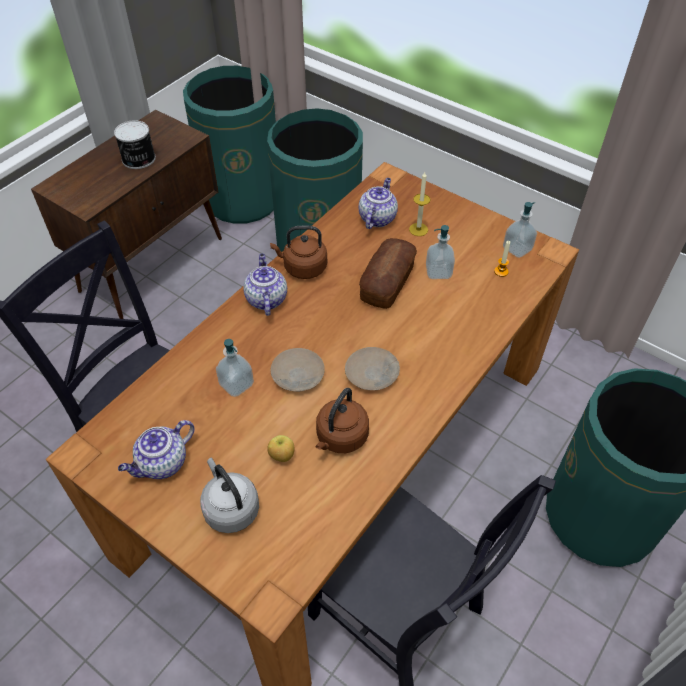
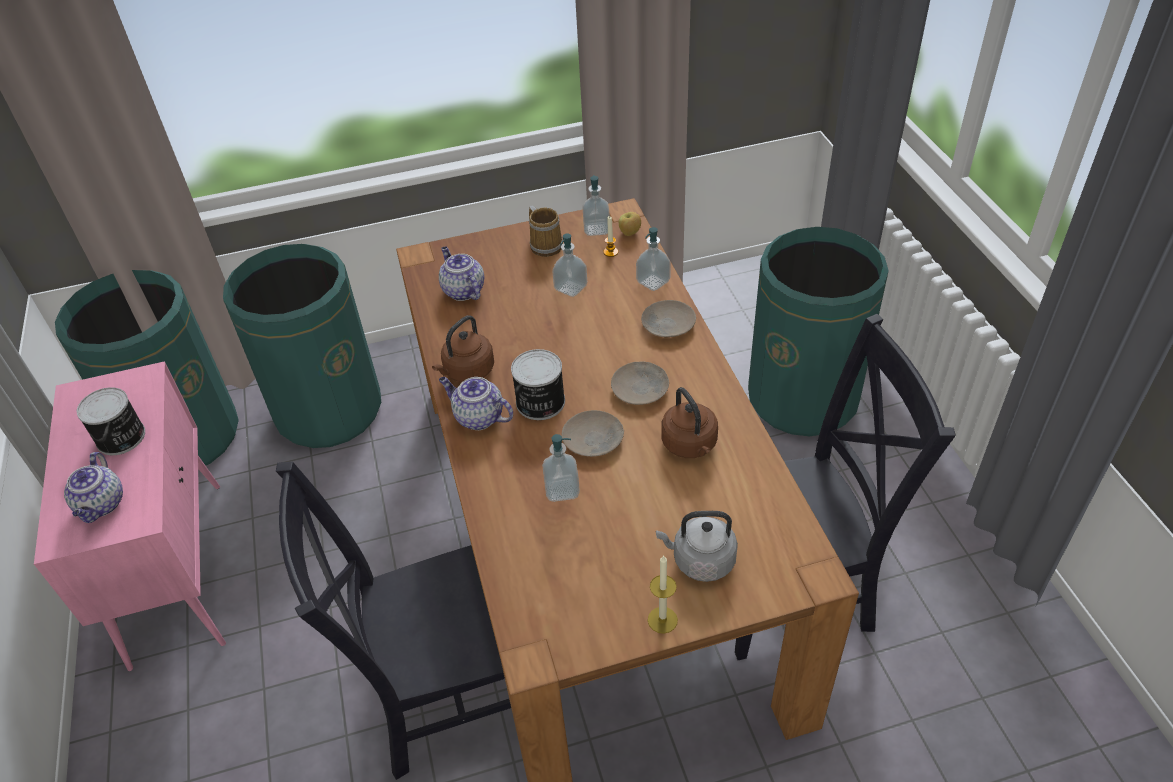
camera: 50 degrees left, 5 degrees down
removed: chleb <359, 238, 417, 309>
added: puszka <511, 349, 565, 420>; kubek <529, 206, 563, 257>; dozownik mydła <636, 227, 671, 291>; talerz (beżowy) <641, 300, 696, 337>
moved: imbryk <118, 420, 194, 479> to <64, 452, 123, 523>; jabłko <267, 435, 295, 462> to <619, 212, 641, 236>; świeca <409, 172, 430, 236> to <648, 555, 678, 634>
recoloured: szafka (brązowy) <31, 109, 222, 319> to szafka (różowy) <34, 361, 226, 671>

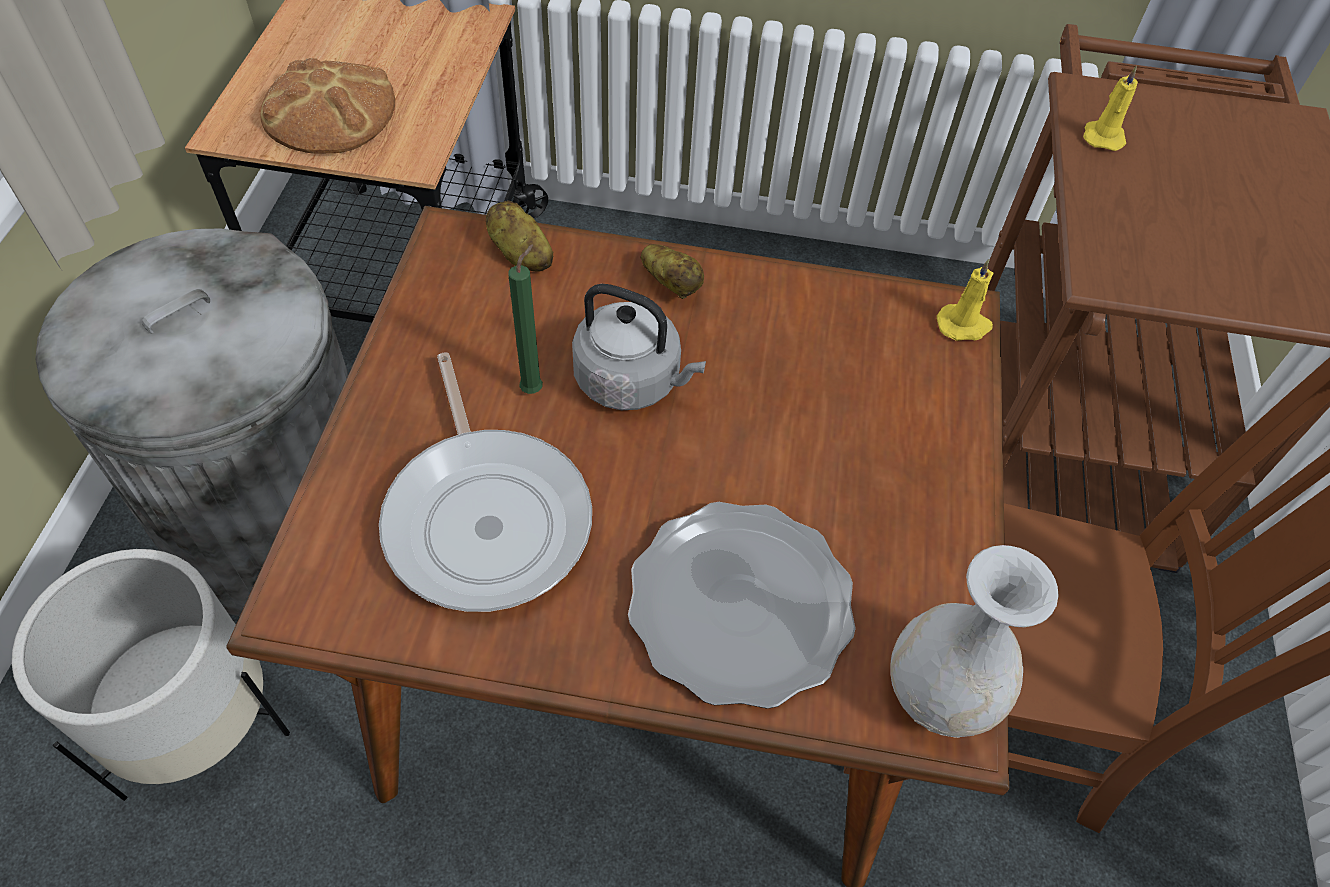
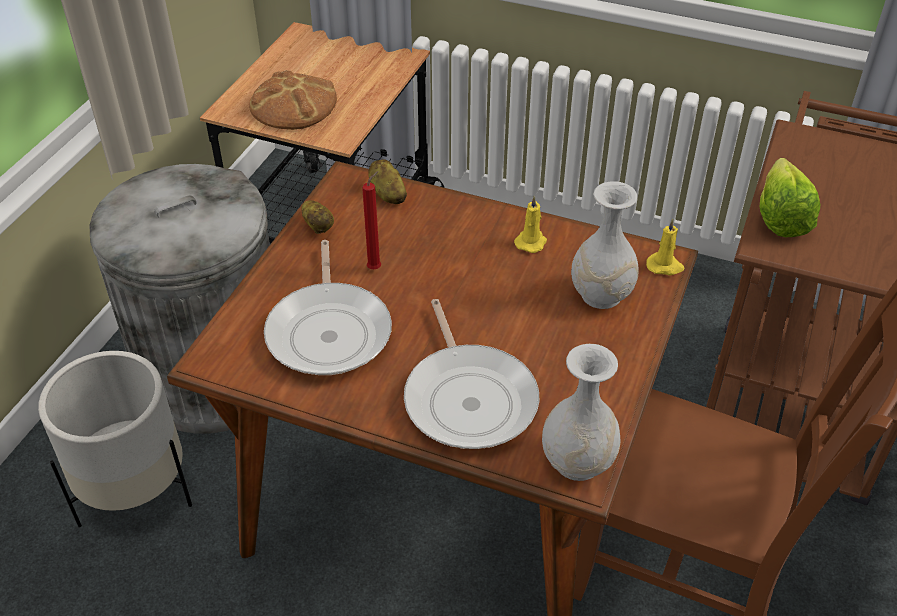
camera: 15 degrees right, 10 degrees down
removed: czajnik (szary) <572, 284, 706, 410>
added: wazon (biały) <571, 181, 639, 309>; sałata <759, 158, 820, 237>
moved: ziemniak <640, 244, 704, 299> to <301, 200, 334, 234>; świeca (żółty) <1083, 66, 1138, 151> to <514, 195, 547, 253>
replaced: talerz <628, 502, 856, 709> to patelnia <404, 299, 540, 449>
recoloured: świeca (zielony) <508, 244, 543, 394> to świeca (czerwony) <362, 171, 381, 269>

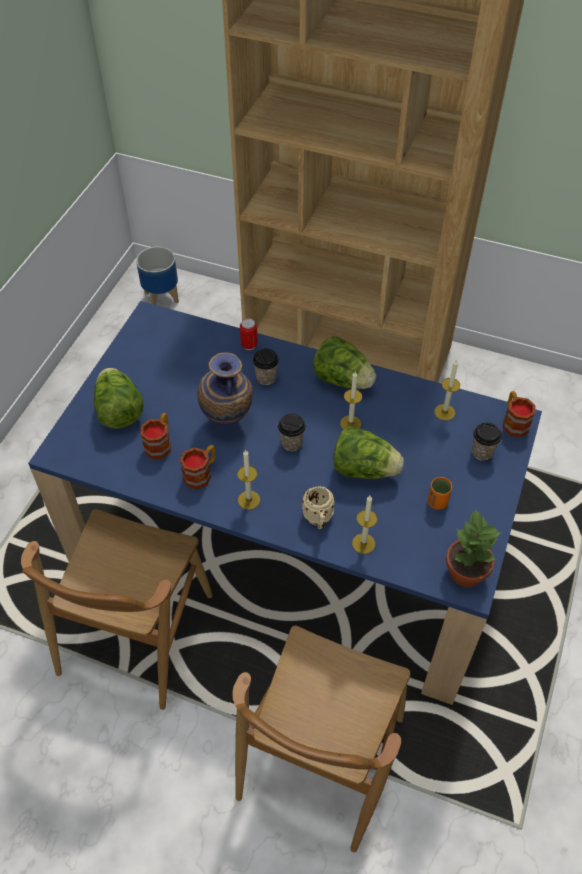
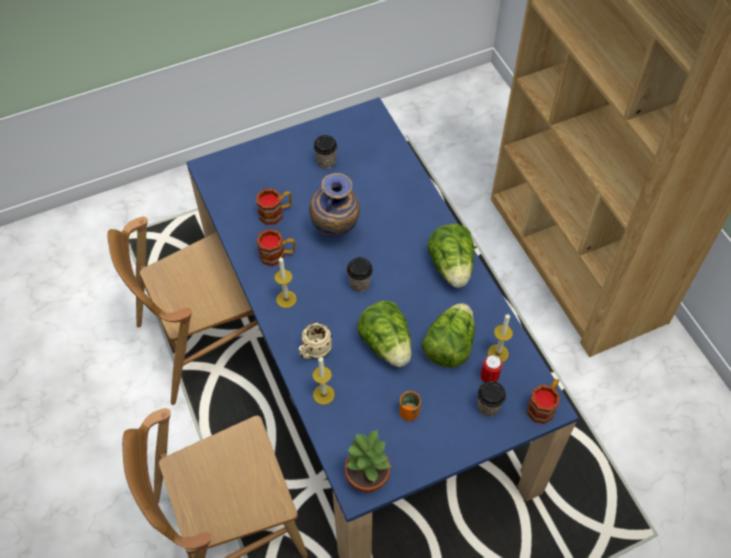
camera: 45 degrees right, 5 degrees up
removed: donica <136, 247, 179, 305>; świeca <340, 372, 362, 430>
moved: sałata <93, 368, 143, 429> to <421, 303, 475, 368>; puszka <240, 318, 258, 350> to <481, 355, 502, 382>; filiżanka <253, 348, 279, 385> to <313, 135, 338, 169>

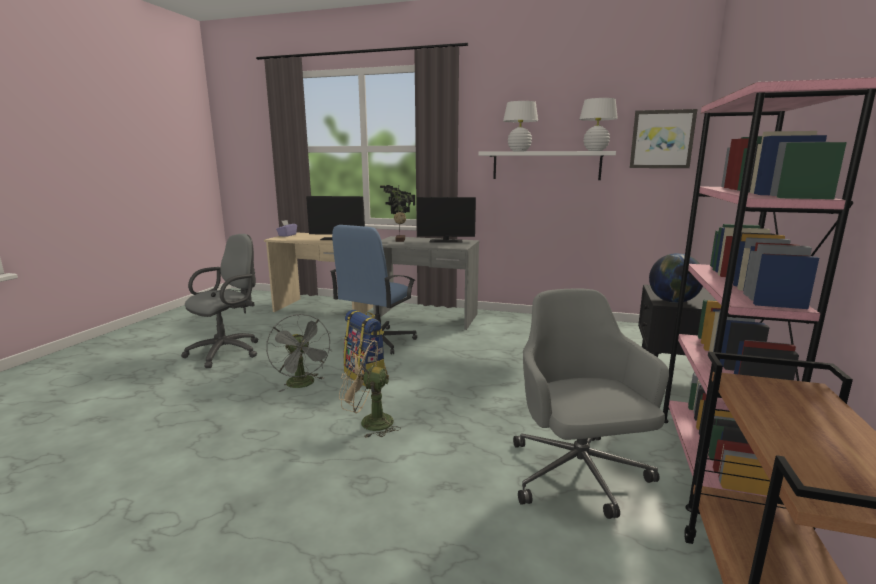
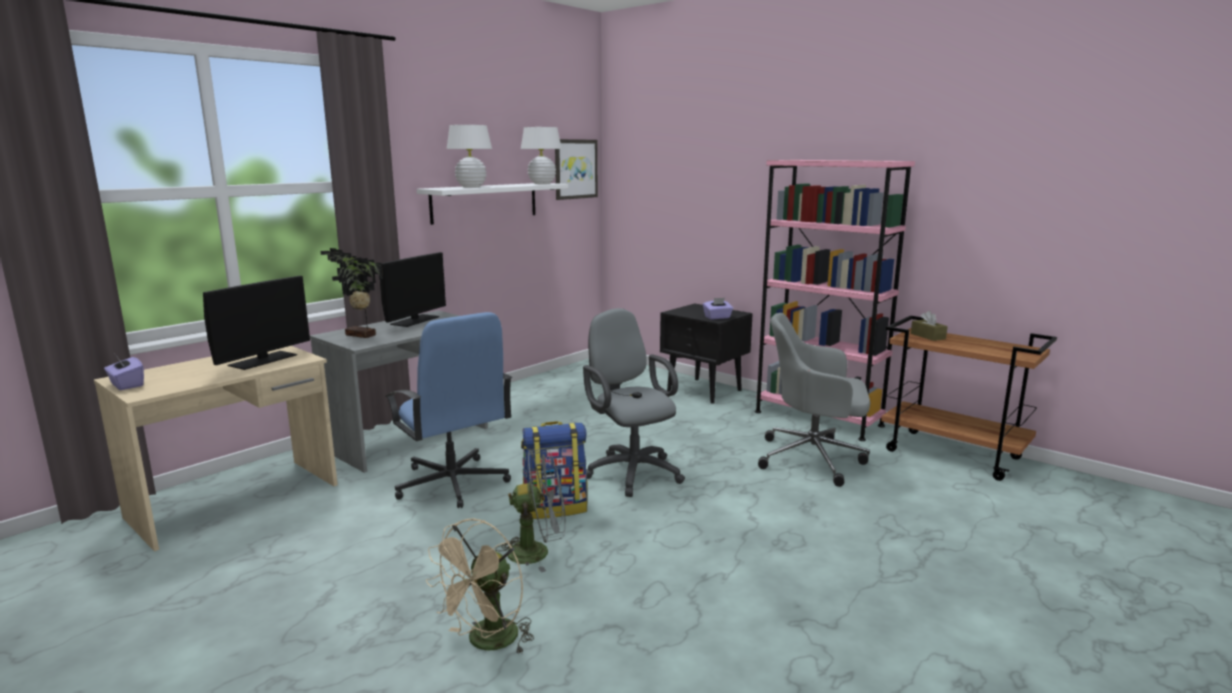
camera: 65 degrees left, 0 degrees up
added: pudełko chusteczek (brązowy) <911, 311, 948, 341>
moved: krzesło biurowe (szary) <181, 234, 259, 368> to <583, 308, 685, 497>; wentylator (beżowy) <339, 339, 401, 438> to <426, 518, 534, 654>
replaced: globus <649, 253, 703, 303> to pudełko chusteczek (fioletowy) <703, 298, 733, 319>

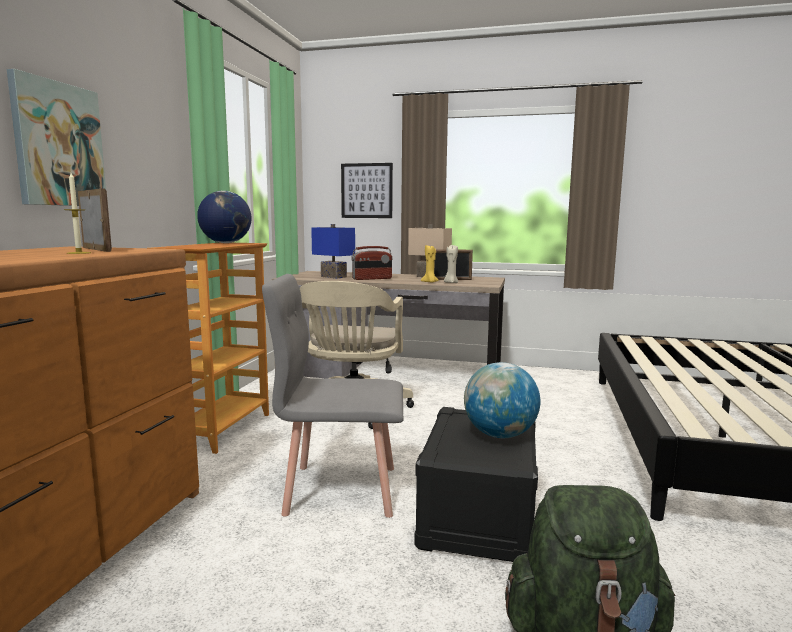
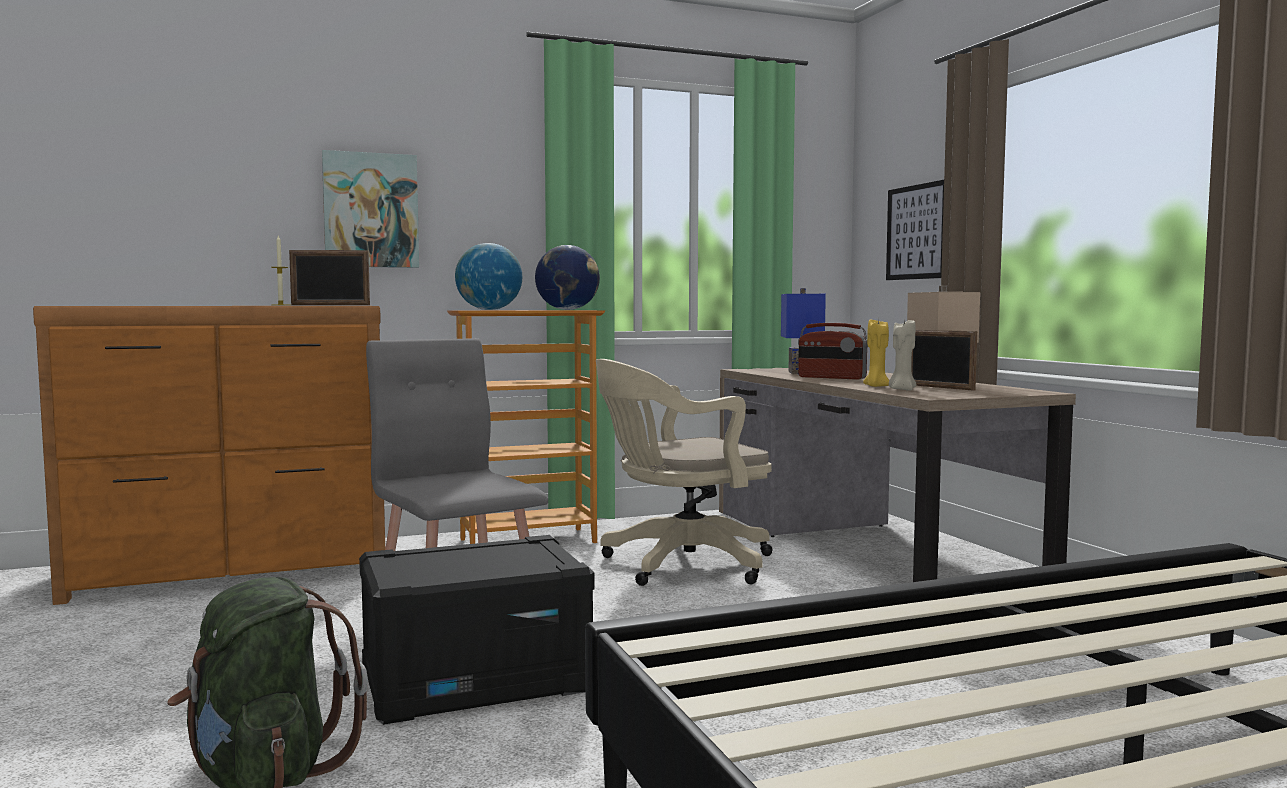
camera: 55 degrees right, 5 degrees down
moved: globus <464, 362, 540, 438> to <455, 243, 522, 310>
turned: ramka na zdjęcie <78, 188, 112, 252> = <289, 250, 370, 305> 75 degrees clockwise

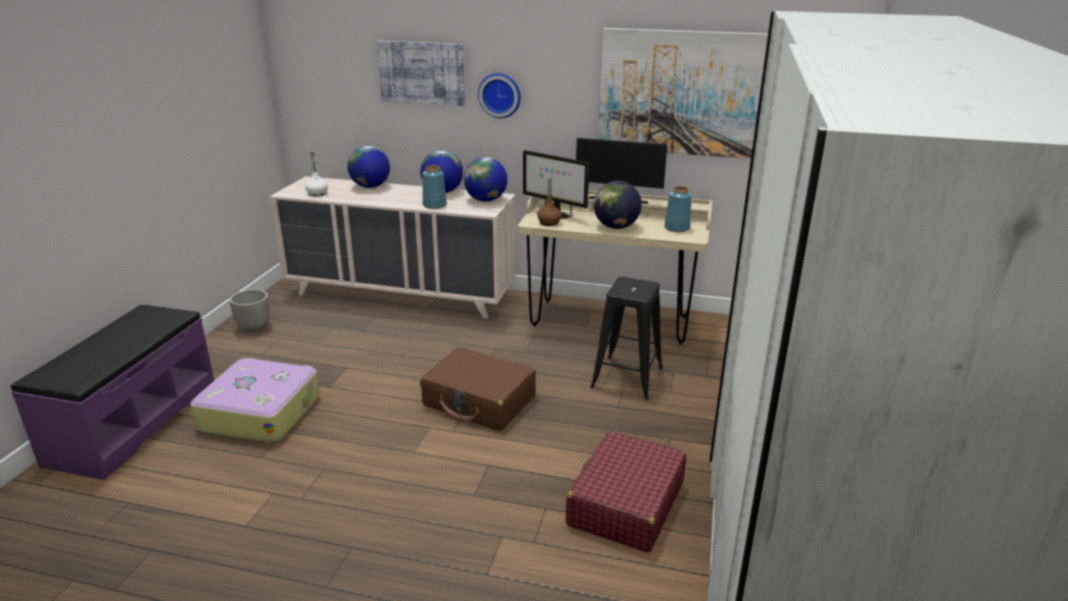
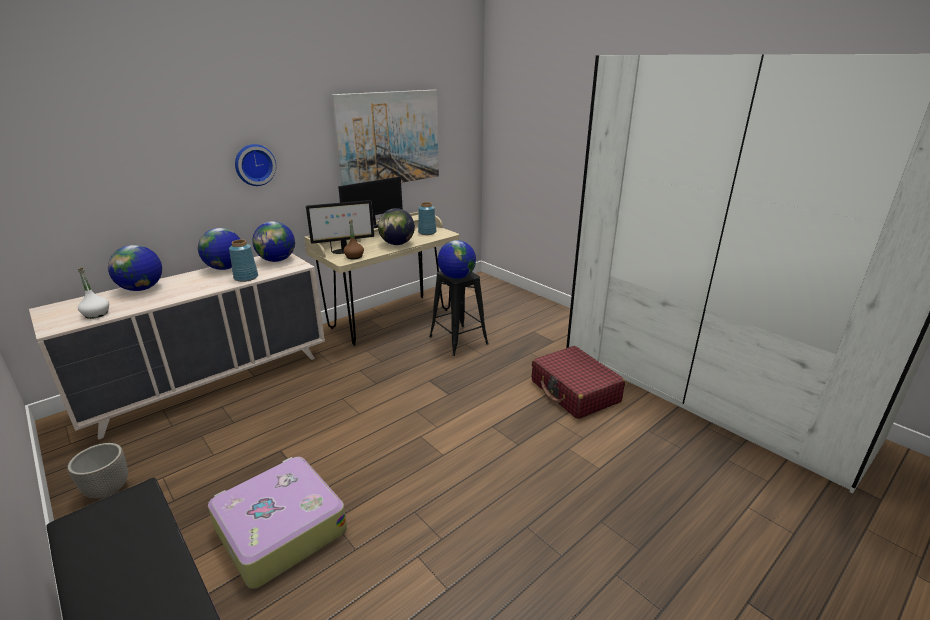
camera: 55 degrees left, 0 degrees up
removed: obraz <377, 41, 465, 106>; walizka (brązowy) <420, 347, 536, 431>
added: globus <437, 240, 476, 279>

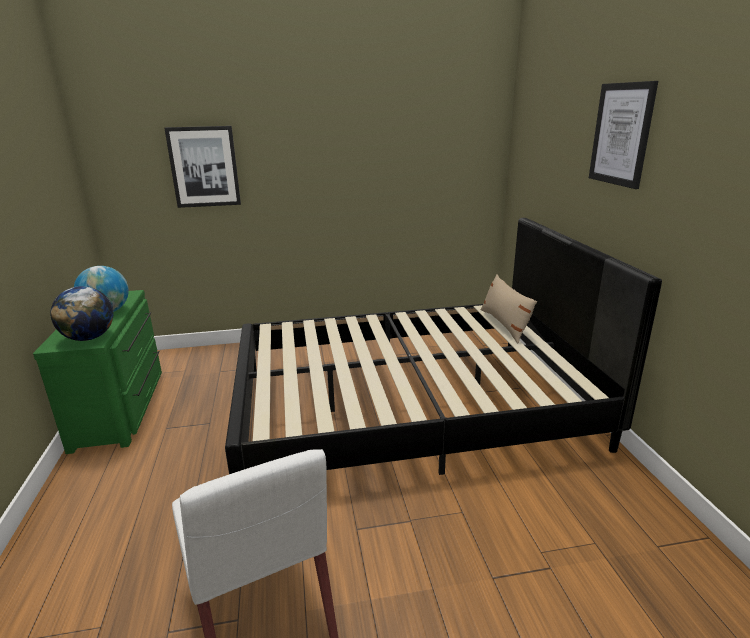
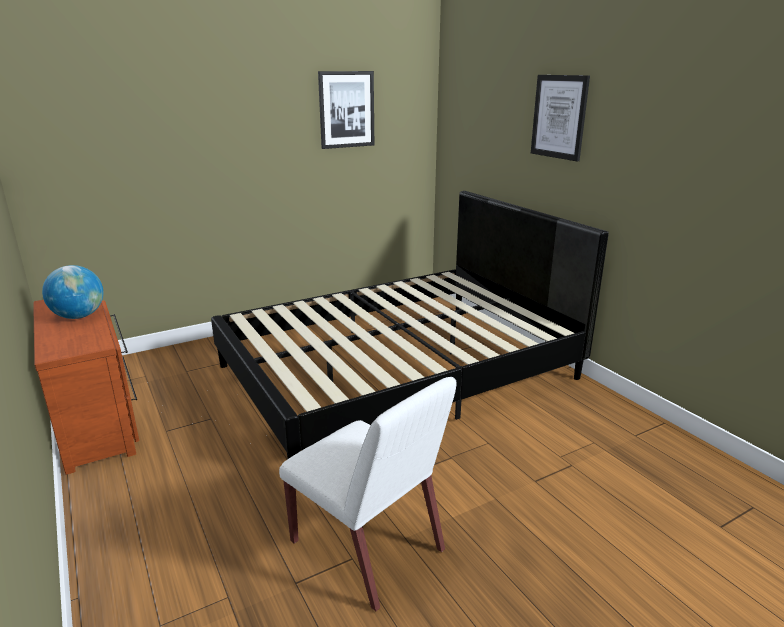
camera: 20 degrees left, 0 degrees up
removed: globus <50, 286, 113, 341>; poduszka (beżowy) <481, 274, 537, 343>
moved: obraz <164, 126, 241, 208> to <318, 71, 374, 149>
recoloured: komoda (zielony) <33, 290, 162, 454> to komoda (brązowy) <33, 300, 139, 475>

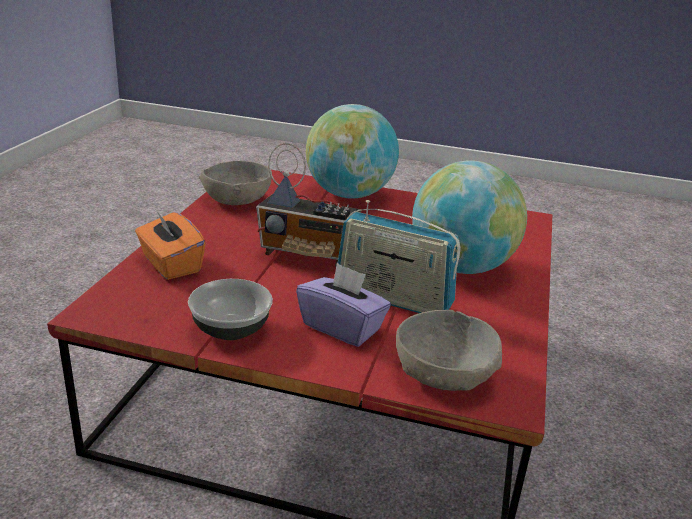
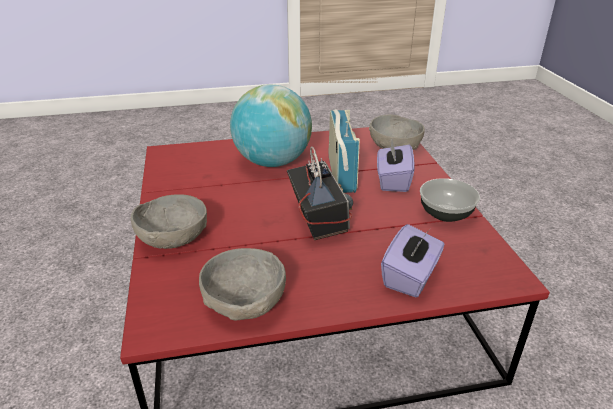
camera: 115 degrees left, 5 degrees up
replaced: globus <306, 104, 399, 199> to miska (szary) <131, 194, 207, 249>
recoloured: pudełko chusteczek (pomarańczowy) <135, 210, 205, 280> to pudełko chusteczek (fioletowy) <381, 224, 444, 298>

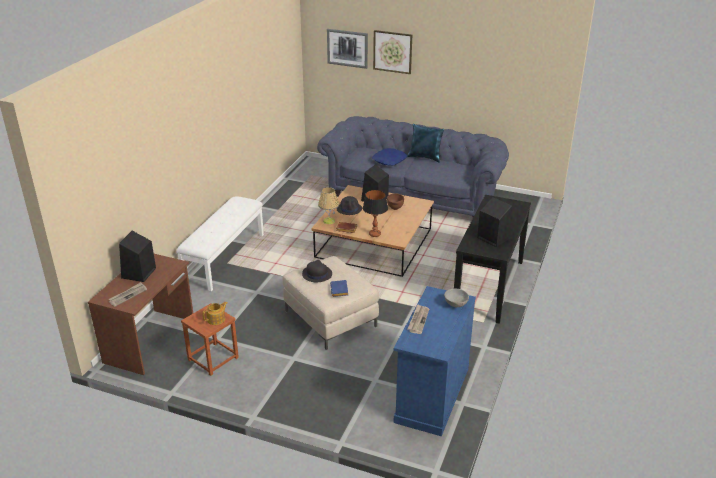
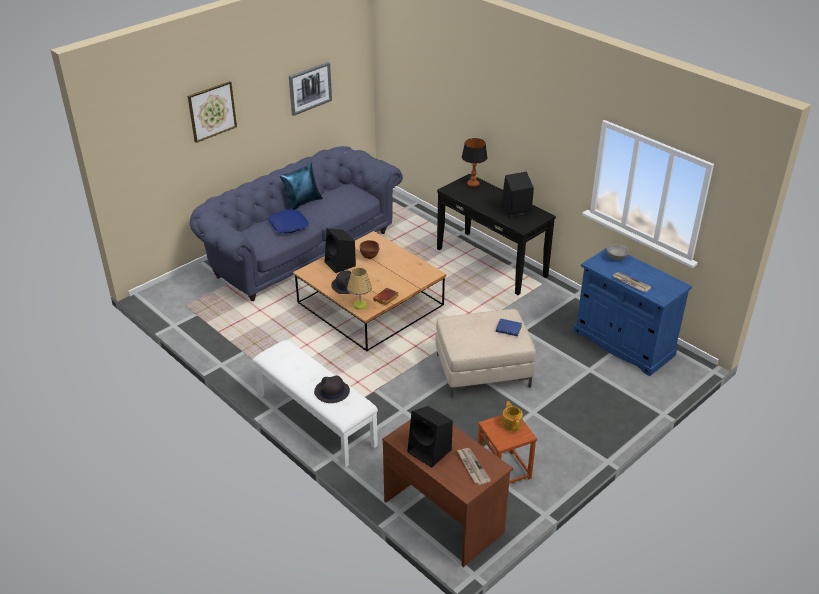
camera: 65 degrees left, 5 degrees up
moved: kapelusz (czarny) <302, 260, 332, 282> to <314, 375, 350, 403>; obraz <327, 29, 368, 69> to <289, 62, 332, 116>; lampa stołowa <363, 190, 388, 237> to <462, 138, 488, 187>

